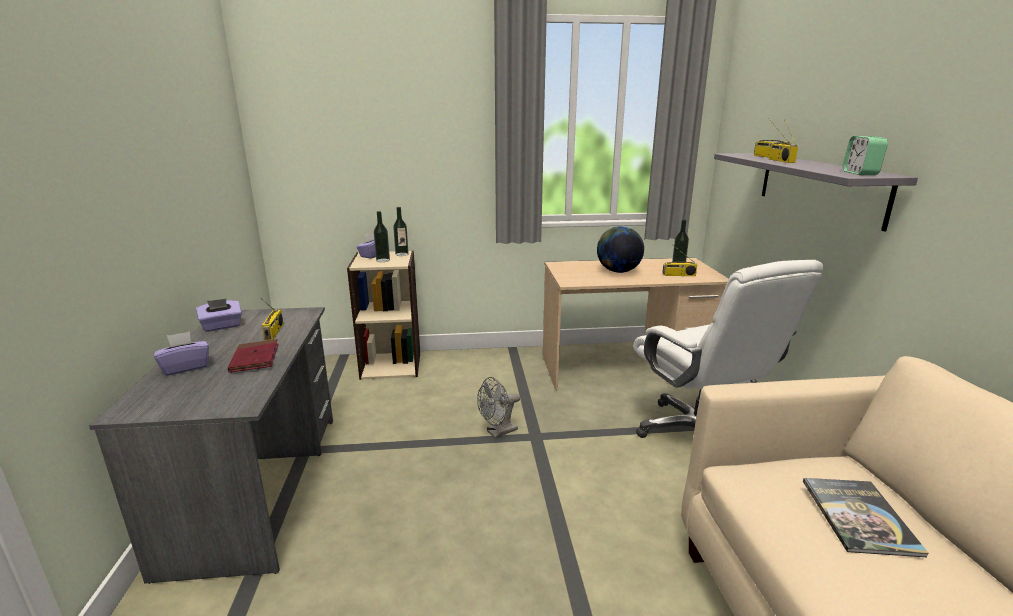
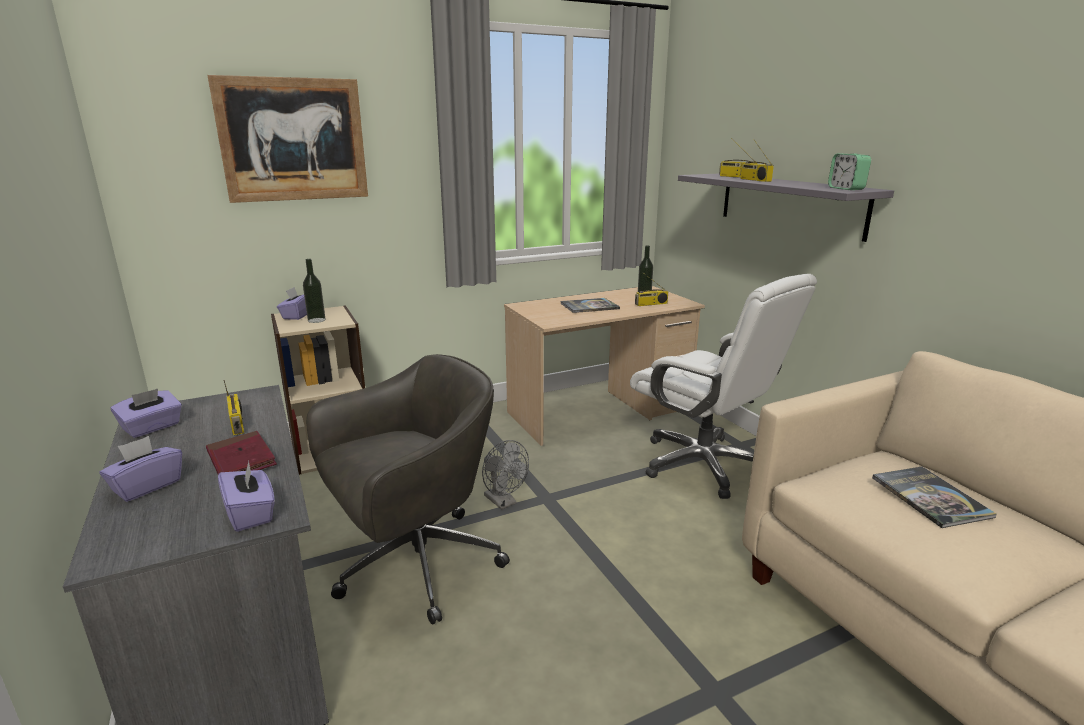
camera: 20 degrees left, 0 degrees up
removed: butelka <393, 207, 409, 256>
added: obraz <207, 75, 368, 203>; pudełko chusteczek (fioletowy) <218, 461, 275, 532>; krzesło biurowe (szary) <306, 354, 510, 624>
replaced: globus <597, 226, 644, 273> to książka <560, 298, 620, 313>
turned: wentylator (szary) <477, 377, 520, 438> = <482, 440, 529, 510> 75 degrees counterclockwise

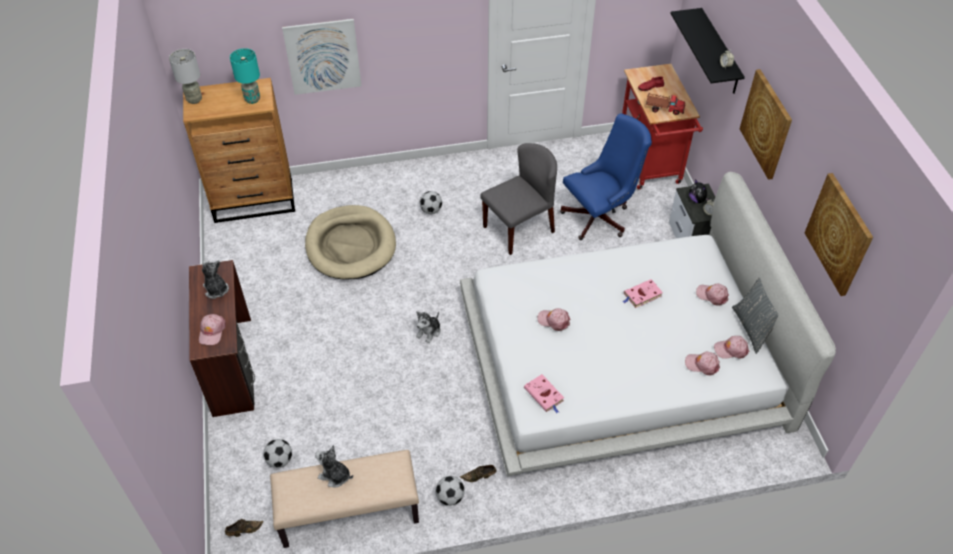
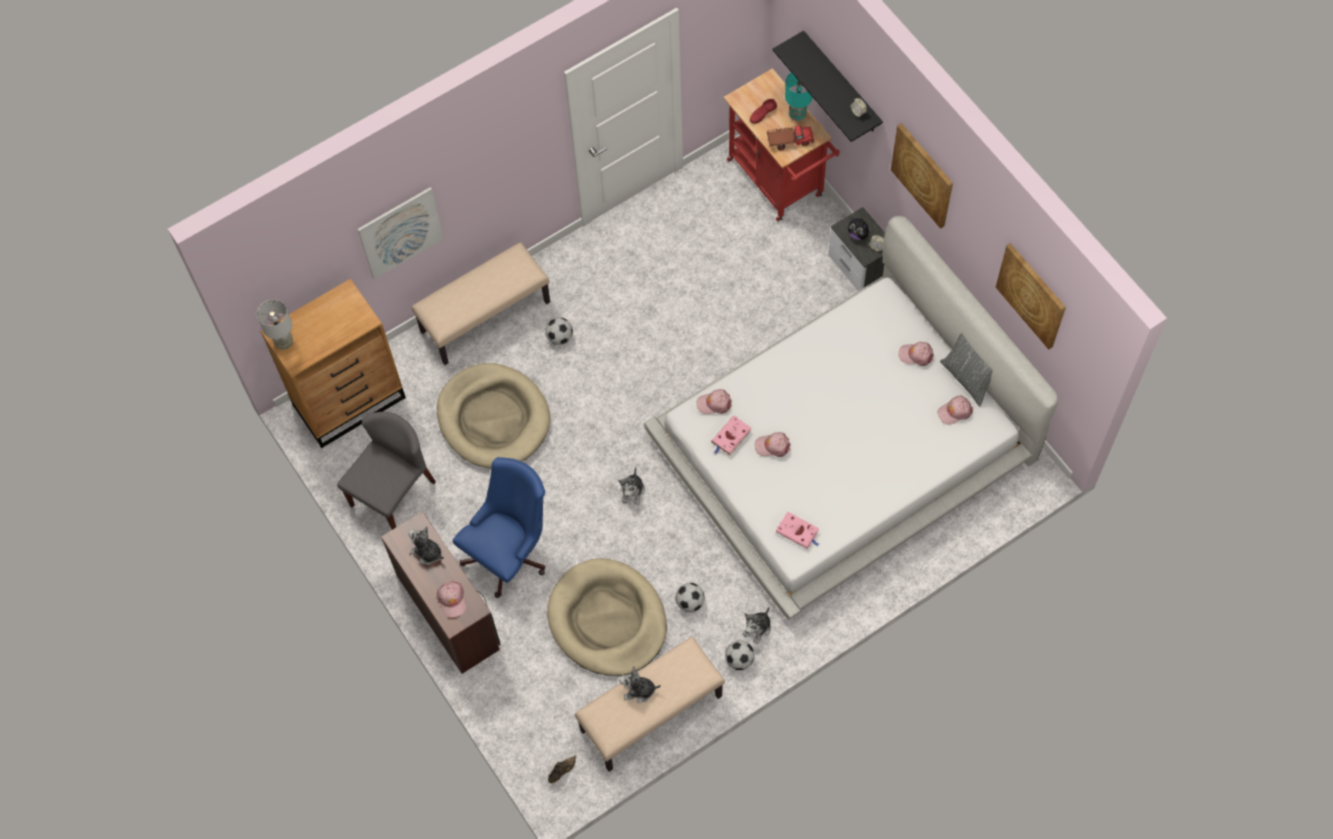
camera: 20 degrees left, 15 degrees up
added: ławka (beżowy) <411, 242, 550, 365>; legowisko (beżowy) <547, 559, 667, 676>
moved: lampa stołowa (turkusowy) <230, 48, 260, 104> to <785, 73, 813, 121>; piłka futbolowa <263, 439, 292, 468> to <676, 583, 705, 612>; krzesło (szary) <480, 143, 557, 255> to <337, 412, 436, 530>; krzesło biurowe (niebieski) <560, 113, 652, 240> to <453, 457, 545, 598>; książka (różowy) <622, 279, 663, 308> to <711, 416, 751, 456>; czapka z daszkiem (różowy) <685, 352, 720, 375> to <697, 389, 732, 414>
replaced: but (brązowy) <460, 465, 496, 482> to pluszak <742, 607, 771, 644>

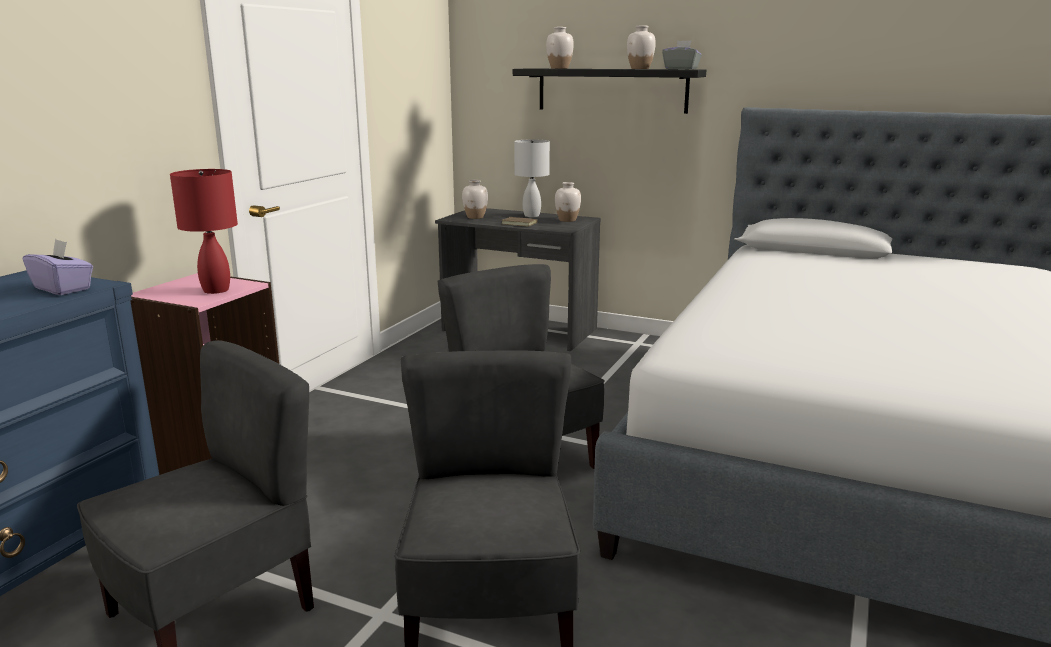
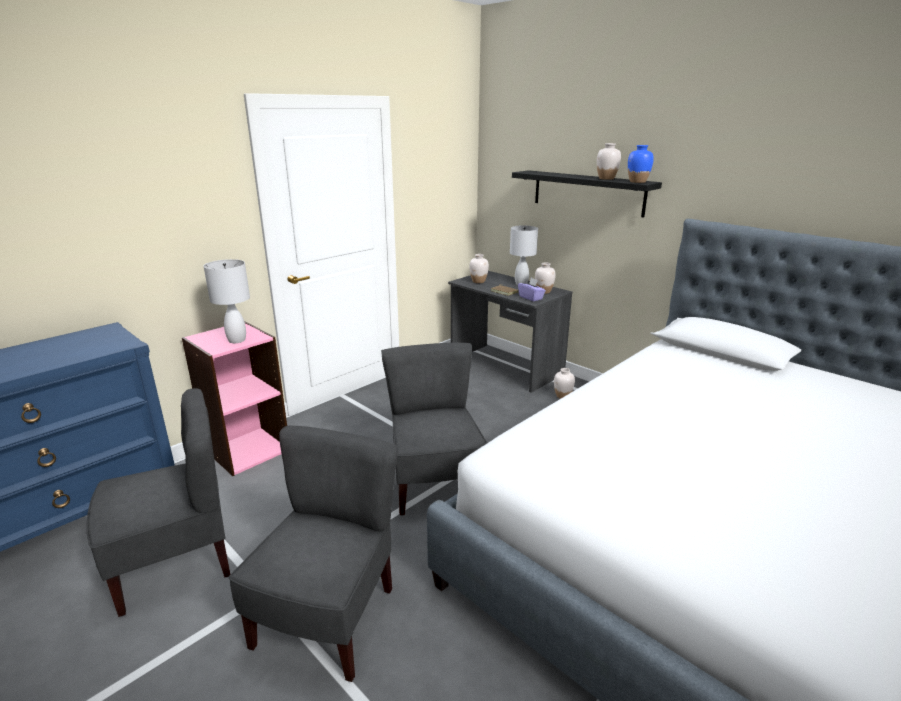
camera: 20 degrees right, 5 degrees up
moved: pudełko chusteczek (fioletowy) <23, 238, 93, 295> to <518, 278, 546, 301>; wazon (biały) <546, 27, 574, 69> to <554, 368, 575, 399>
replaced: pudełko chusteczek (szary) <662, 40, 702, 69> to wazon (niebieski) <628, 145, 654, 183>
recoloured: lampa stołowa (czerwony) <170, 169, 238, 294> to lampa stołowa (biały) <204, 259, 250, 343>

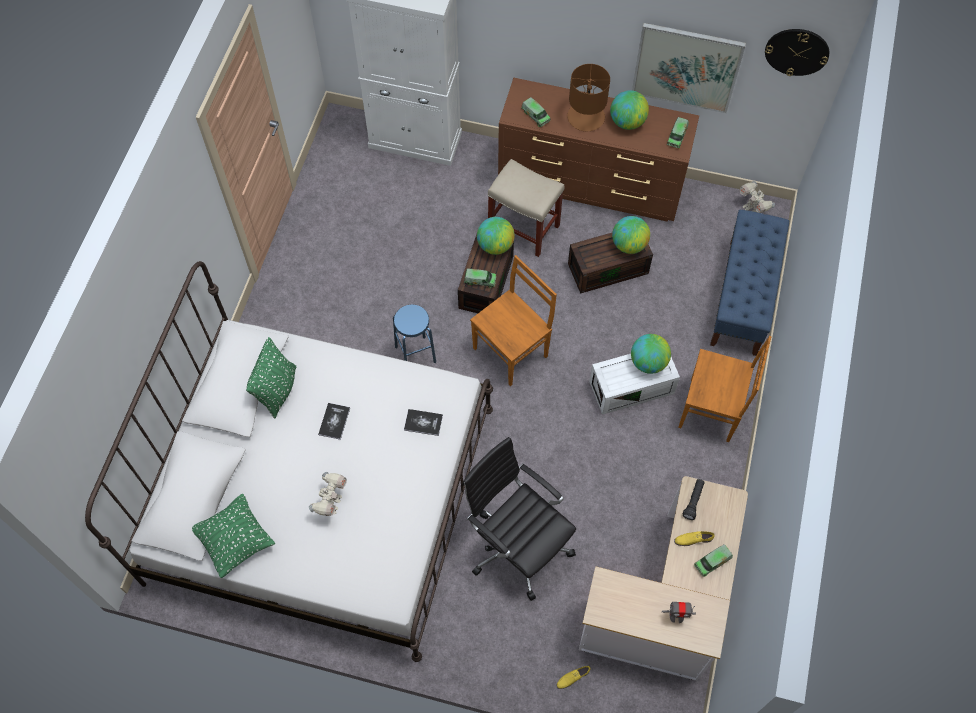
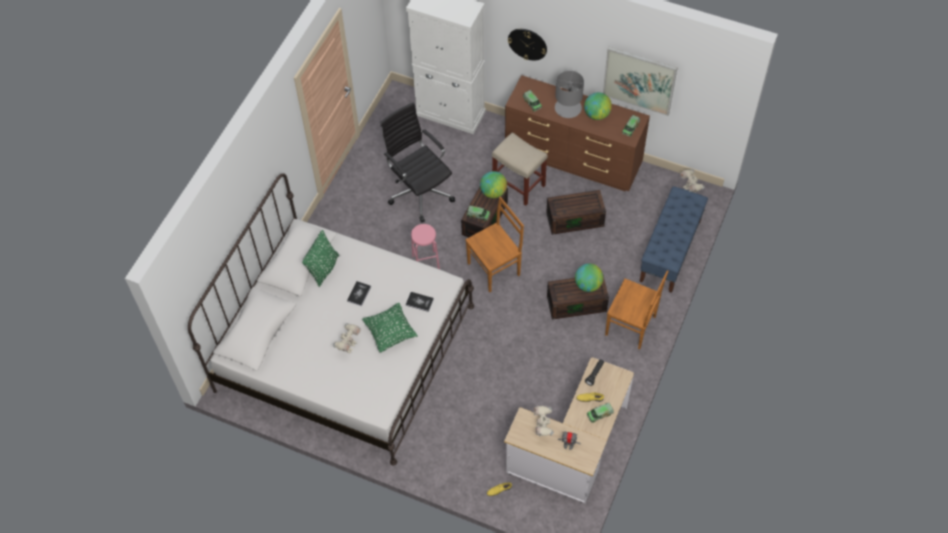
camera: 10 degrees right, 5 degrees down
removed: globus <612, 216, 650, 254>
added: robot zabawkowy <534, 406, 554, 436>
moved: poduszka (zielony) <192, 494, 275, 578> to <362, 303, 417, 352>; krzesło biurowe (czarny) <462, 437, 576, 601> to <381, 103, 455, 222>; zegar ścienny <765, 29, 829, 76> to <508, 29, 547, 60>
recoloured: stołek (niebieski) <393, 305, 436, 363> to stołek (różowy) <411, 224, 440, 269>; lampa stołowa (brązowy) <567, 64, 610, 131> to lampa stołowa (szary) <555, 71, 584, 118>; pojemnik do przechowywania (biały) <589, 354, 680, 415> to pojemnik do przechowywania (brązowy) <547, 275, 609, 320>

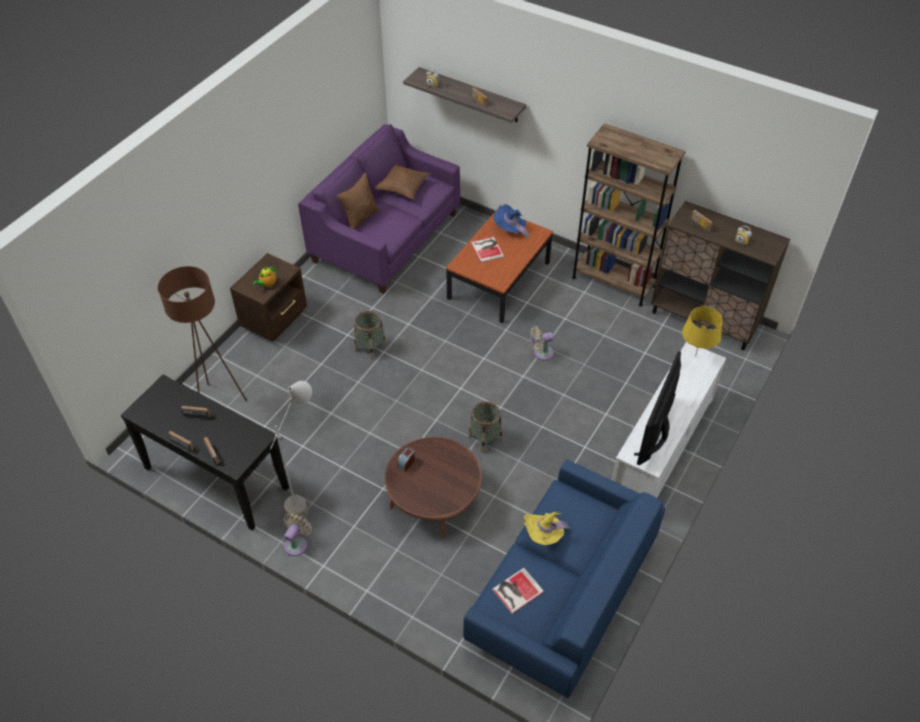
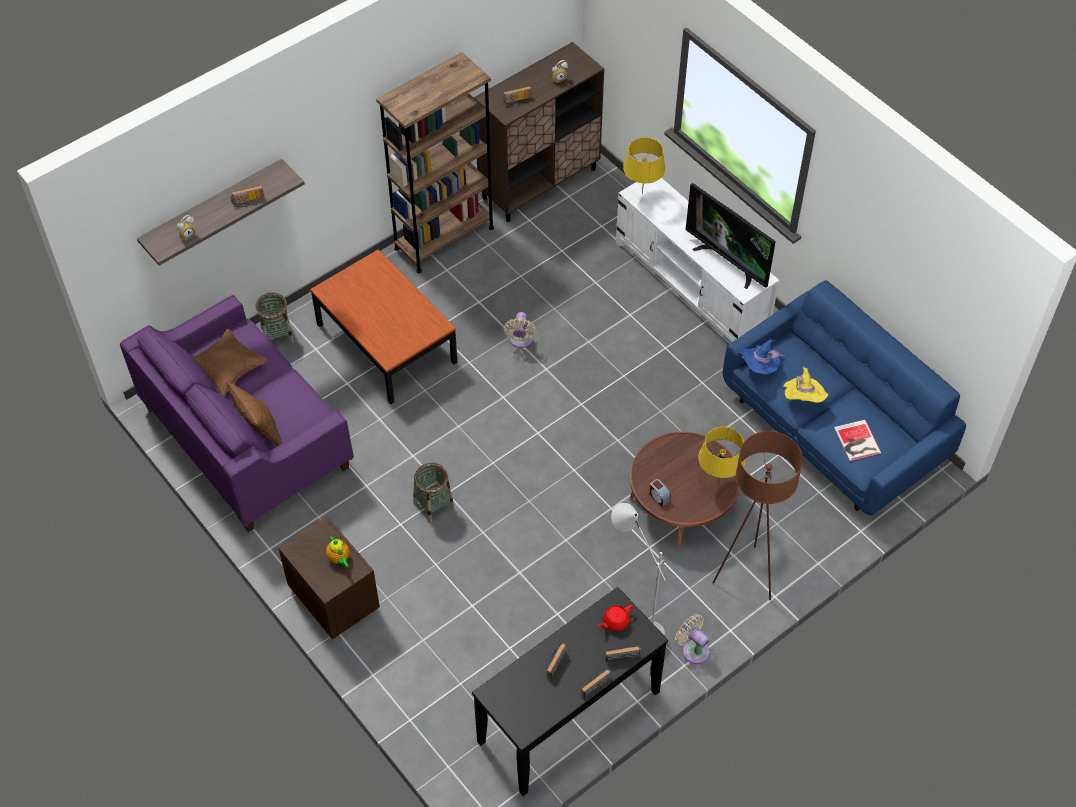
camera: 70 degrees left, 5 degrees up
removed: książka <471, 236, 504, 262>
added: imbryk (czerwony) <598, 605, 633, 631>; lampa stołowa (żółty) <698, 427, 745, 480>
moved: lampa stojąca (brązowy) <158, 266, 247, 402> to <712, 431, 803, 600>; koszyk <468, 402, 502, 453> to <255, 292, 294, 344>; kapelusz (niebieski) <493, 205, 530, 237> to <739, 339, 785, 374>

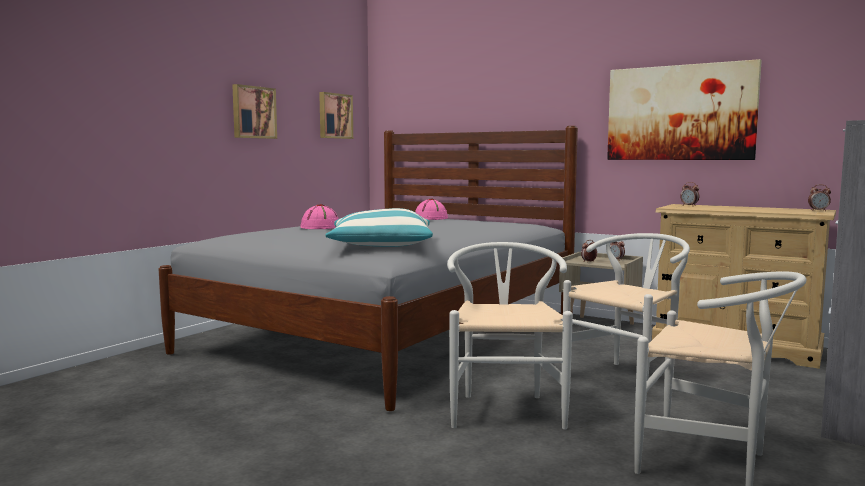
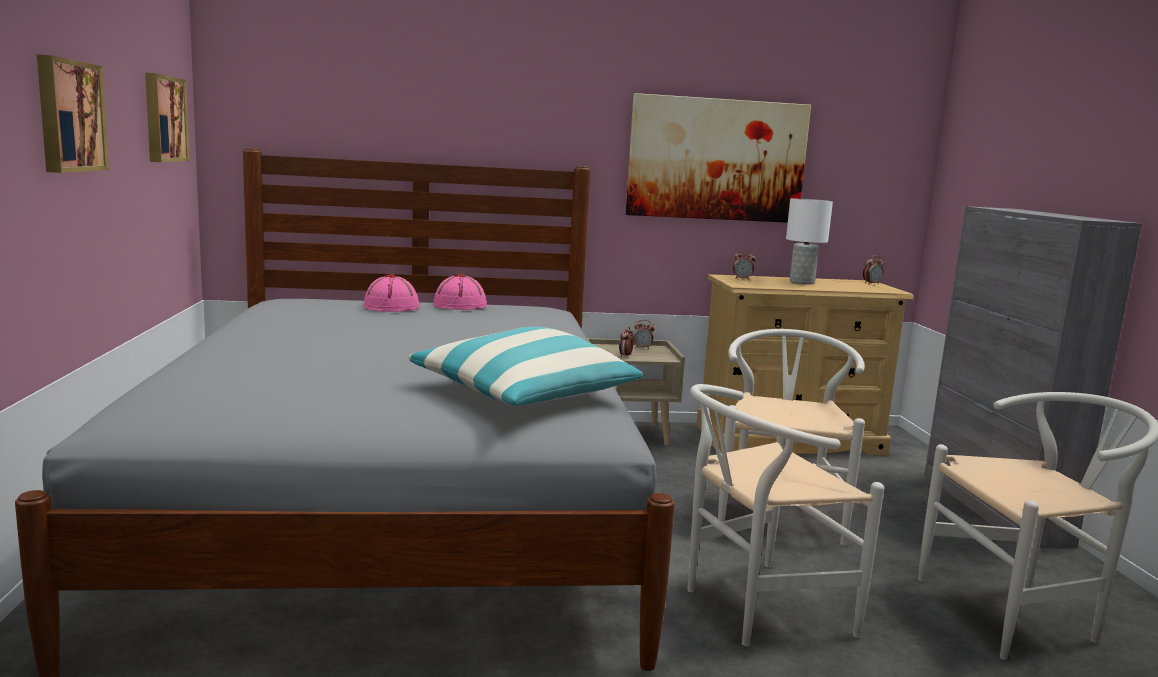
camera: 40 degrees left, 5 degrees up
added: lampa stołowa (biały) <786, 199, 833, 284>
moved: kapelusz (różowy) <300, 204, 338, 229> to <433, 274, 487, 310>
turned: krzesło (biały) <447, 242, 573, 429> = <688, 384, 884, 647> 75 degrees counterclockwise

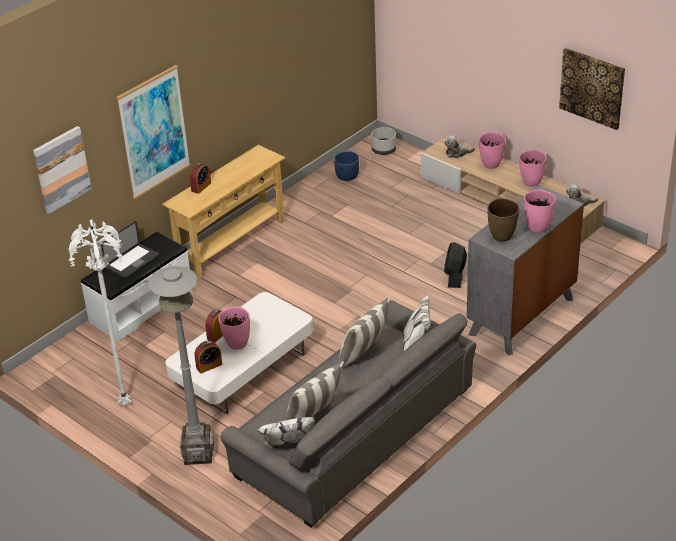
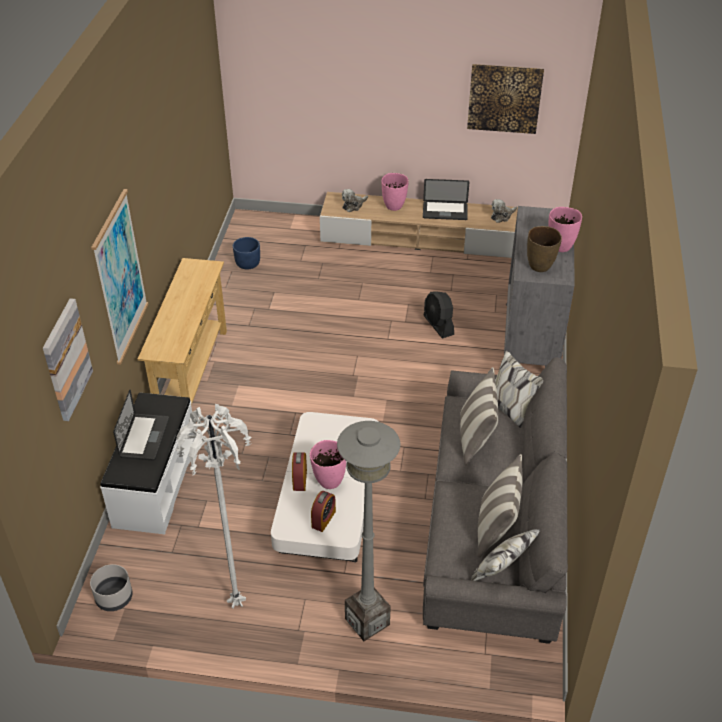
camera: 35 degrees left, 5 degrees up
removed: budzik <190, 163, 211, 194>
moved: donica (szary) <371, 127, 396, 155> to <90, 564, 133, 611>
replaced: wazon (różowy) <519, 150, 547, 187> to laptop <423, 179, 469, 220>

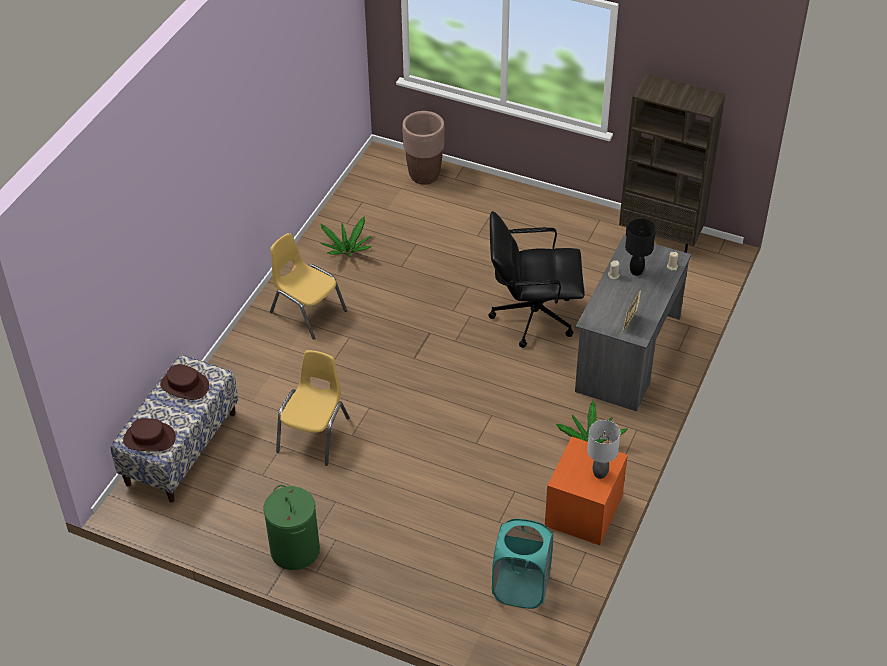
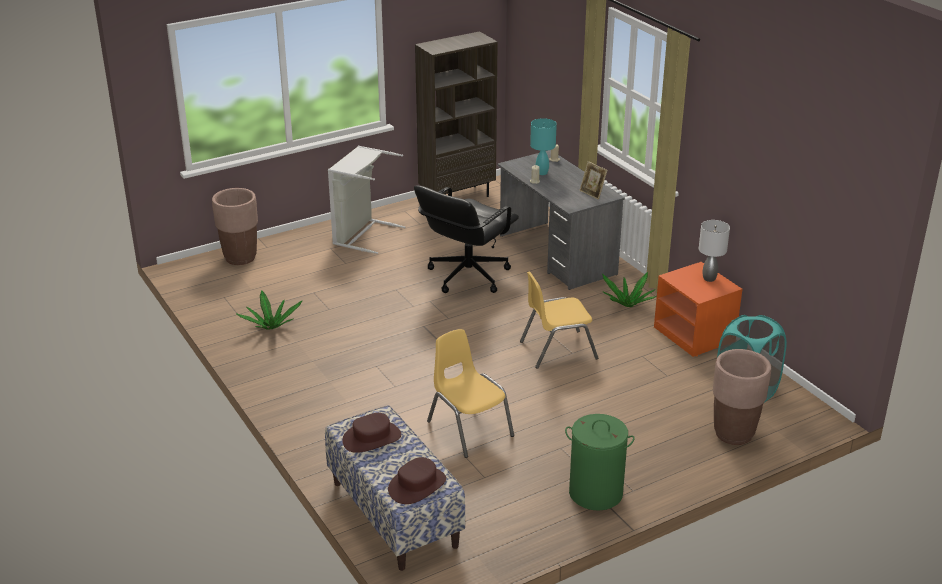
camera: 55 degrees left, 15 degrees down
added: kosz na pranie (szary) <328, 146, 405, 254>; donica (brązowy) <713, 349, 771, 445>
moved: krzesło (żółty) <270, 233, 347, 340> to <520, 272, 598, 369>
recoloured: lampa stołowa (czarny) <625, 218, 656, 276> to lampa stołowa (turkusowy) <530, 118, 557, 175>

